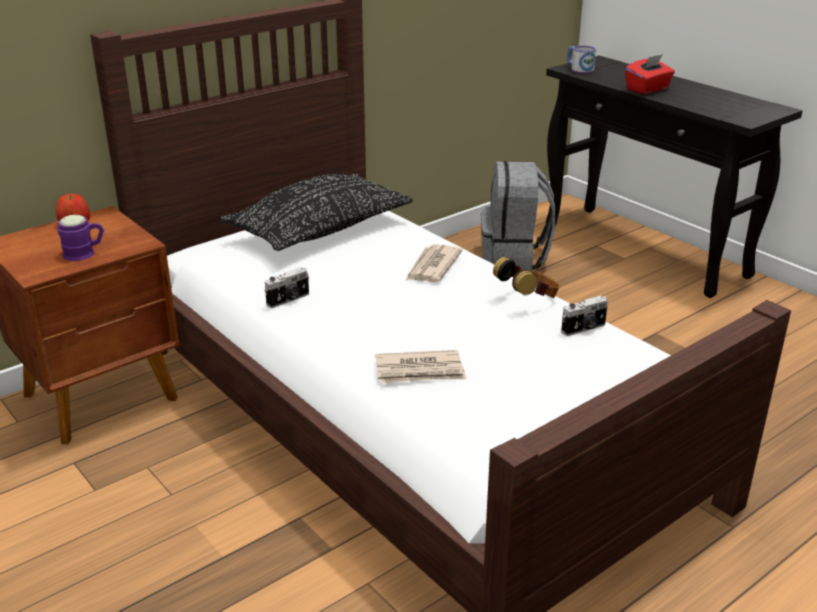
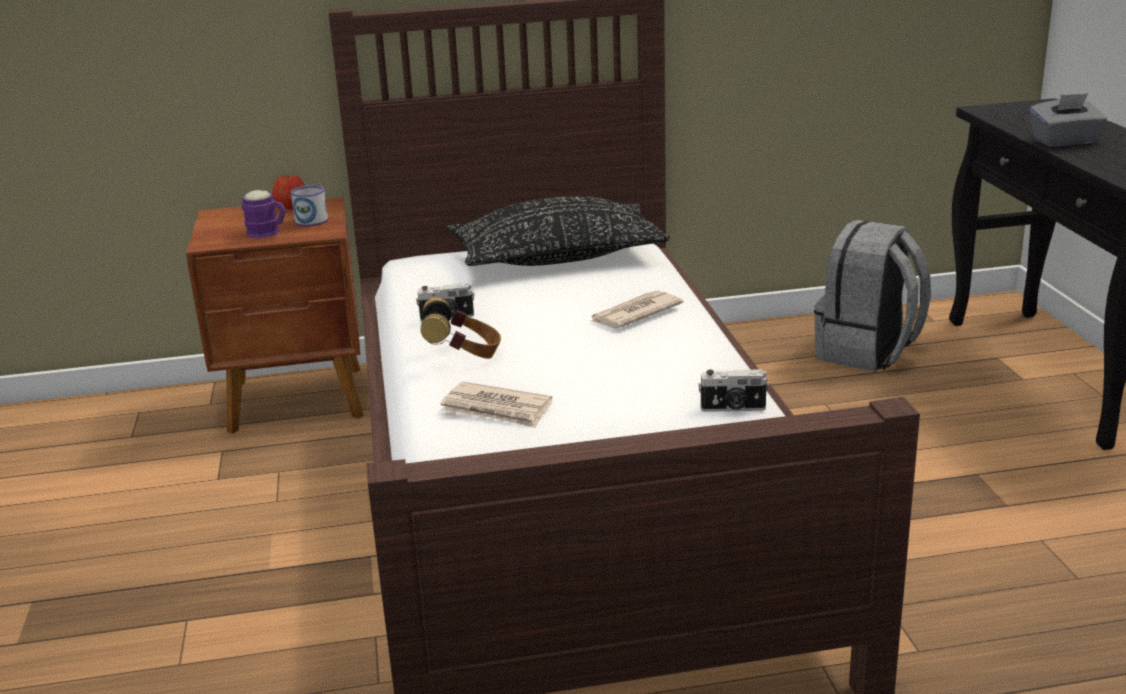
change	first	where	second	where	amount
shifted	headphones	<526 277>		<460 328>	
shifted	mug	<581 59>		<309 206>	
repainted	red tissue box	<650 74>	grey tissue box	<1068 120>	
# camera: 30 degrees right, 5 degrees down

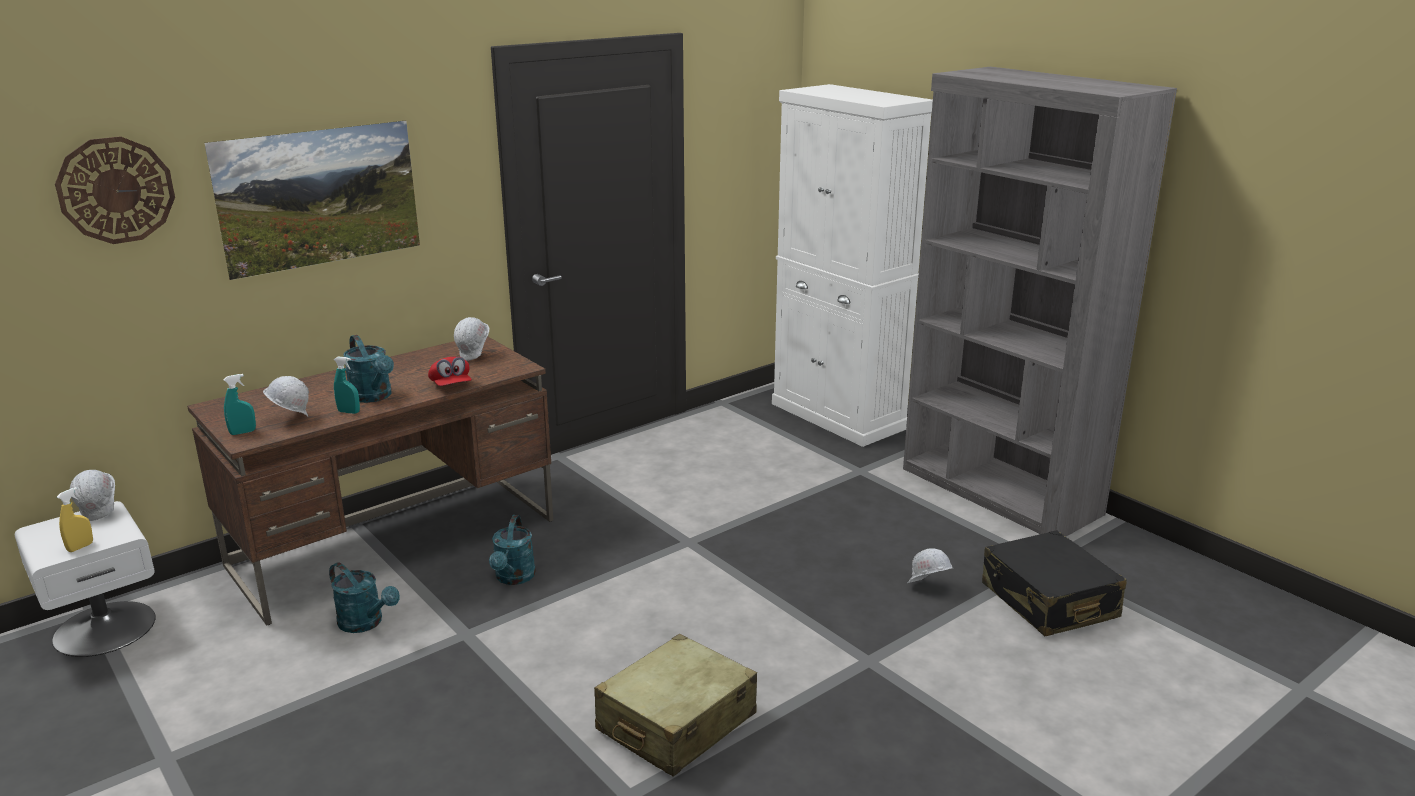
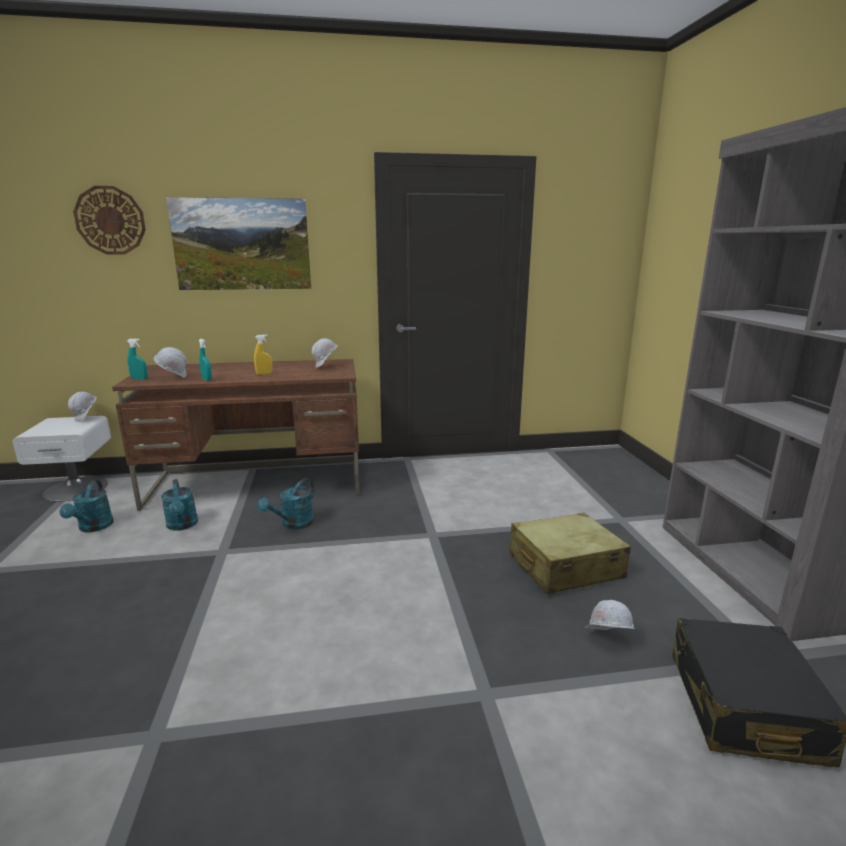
change	first	where	second	where	amount
gone	red cap	<450 371>			
gone	white cabinet	<852 265>			
shifted	yellow spray bottle	<75 519>		<263 354>	
shifted	turquoise watering can	<368 369>		<86 506>	
shifted	beige suitcase	<675 705>		<570 553>	
# camera: 30 degrees right, 5 degrees down

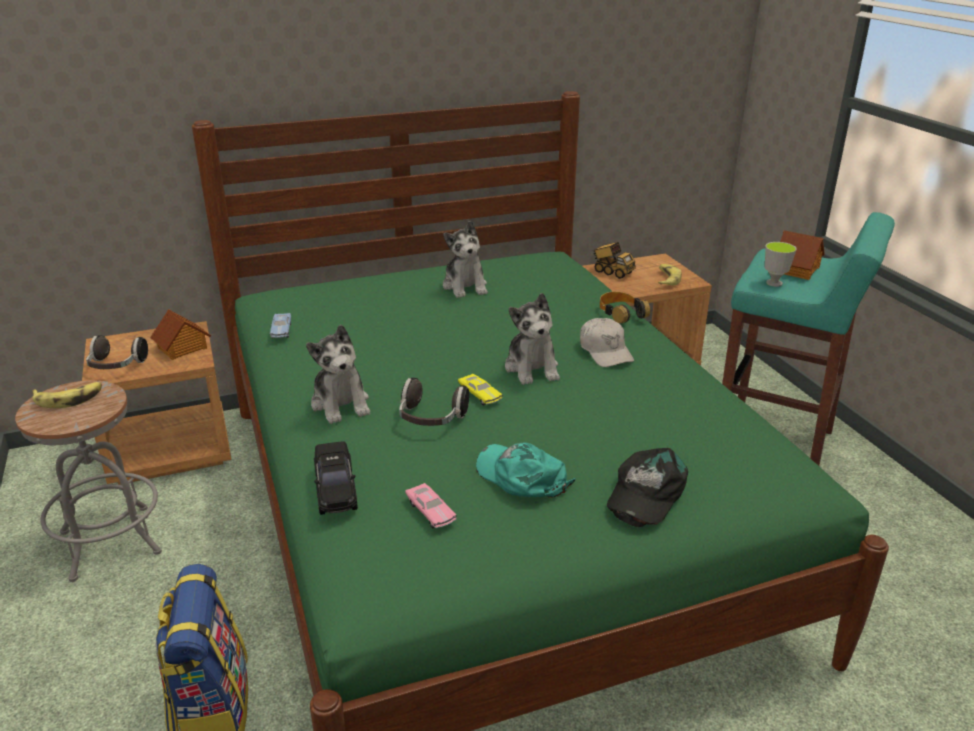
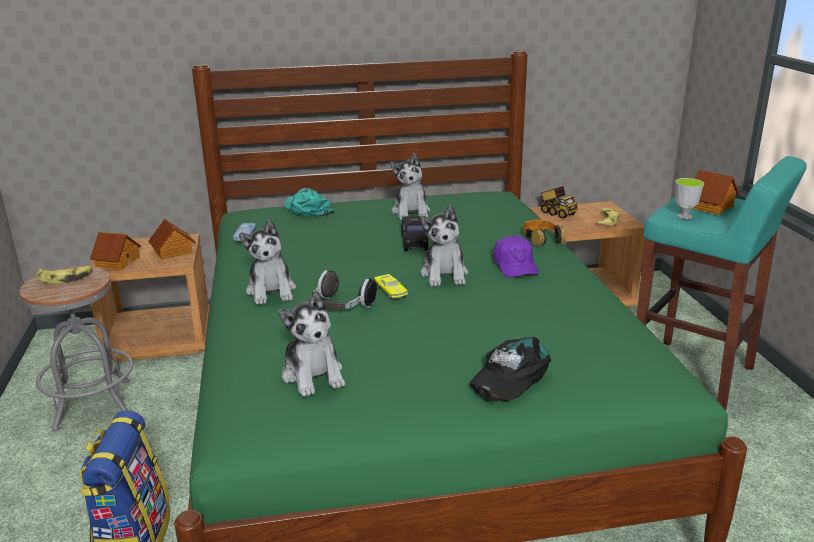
change	first	where	second	where	amount
shifted	black toy car	<336 478>		<414 233>	
shifted	turquoise cap	<526 470>		<309 202>	
swapped	headphones	<117 352>	toy house	<115 251>	
swapped	pink toy car	<430 505>	plush toy	<311 343>	
repainted	white cap	<607 342>	purple cap	<516 256>	
# camera: 10 degrees right, 5 degrees down

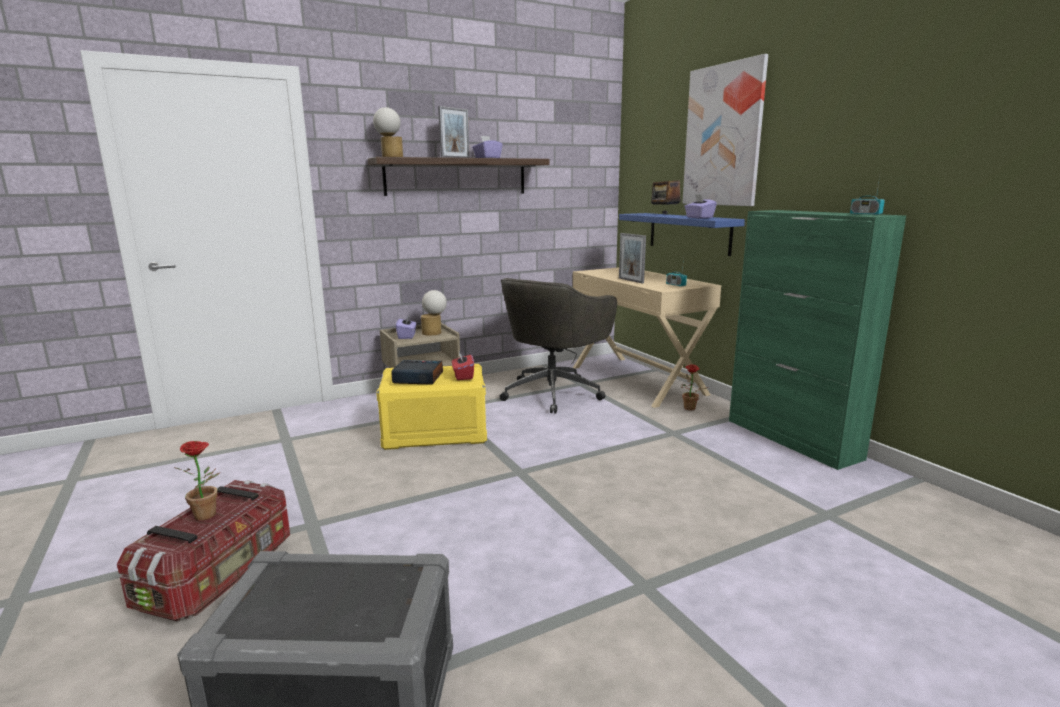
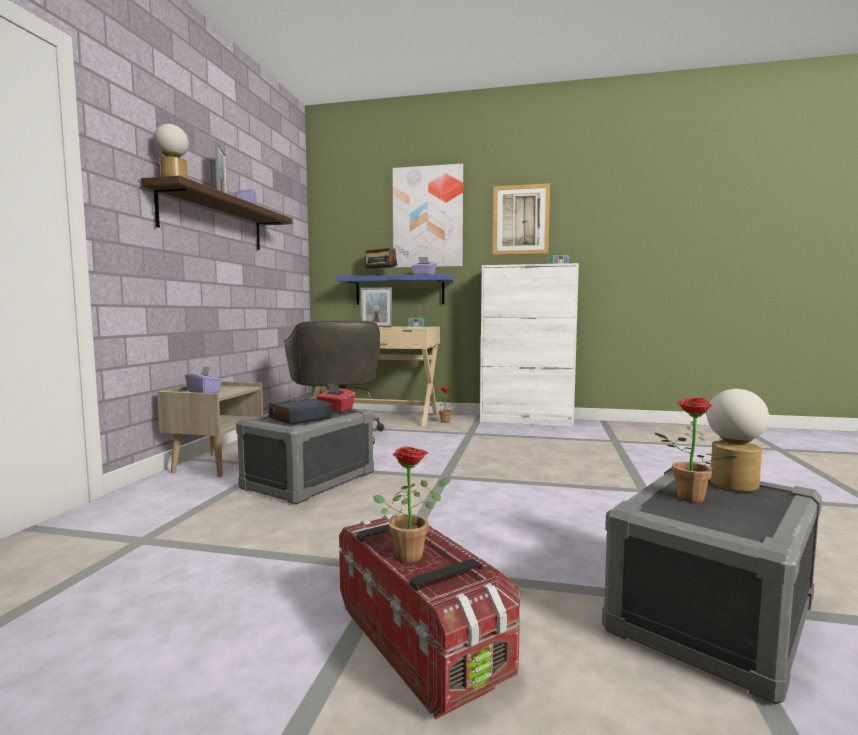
change	first	where	second	where	amount
new			picture	<521 219>	
new			potted plant	<696 450>	
shifted	table lamp	<434 313>		<738 440>	
repainted	yellow storage box	<431 407>	grey storage box	<305 456>	
repainted	green cabinet	<817 340>	white cabinet	<529 344>	
# camera: 50 degrees left, 10 degrees down

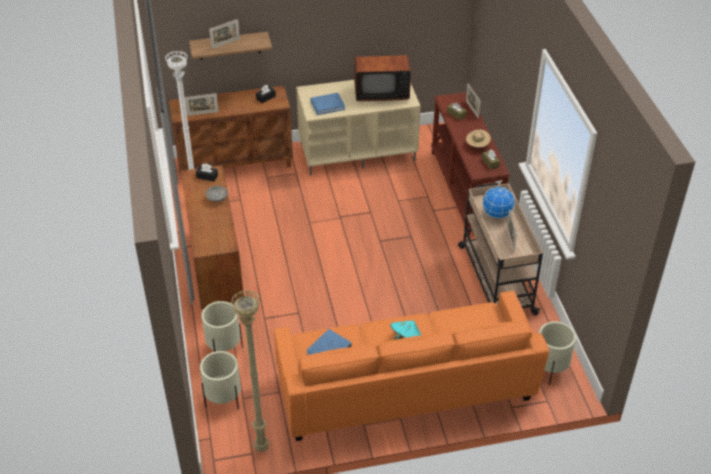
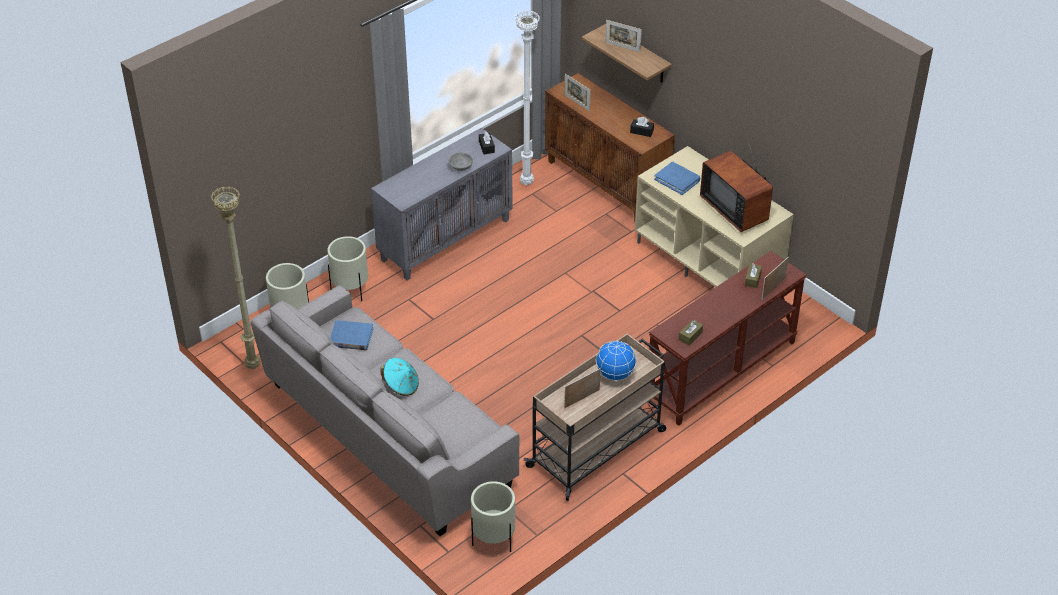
change	first	where	second	where	amount
gone	beige hat	<478 138>			
repainted	brown cabinet	<212 237>	grey cabinet	<442 204>	
repainted	orange sofa	<411 365>	grey sofa	<384 410>	
# camera: 60 degrees right, 0 degrees up

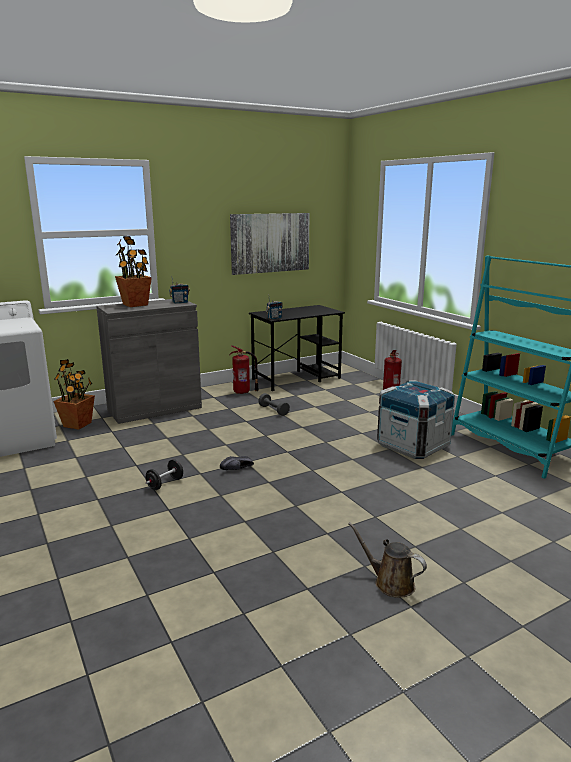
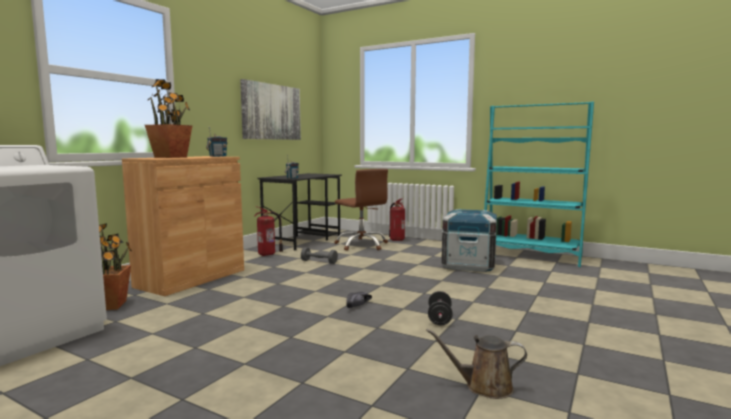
change	first	where	second	where	amount
new			brown office chair	<361 210>	
shifted	black dumbbell	<164 474>		<440 308>	
shifted	brown watering can	<387 560>		<476 364>	
repainted	grey cabinet	<149 361>	brown cabinet	<183 226>	
# camera: 30 degrees left, 10 degrees down

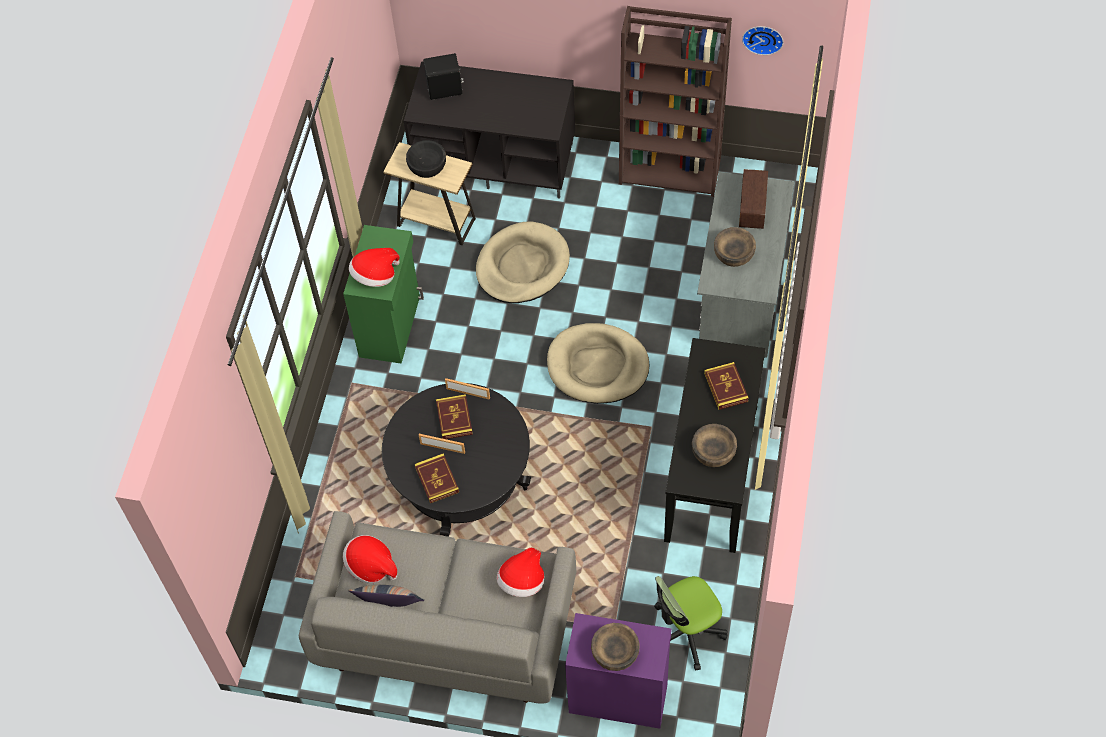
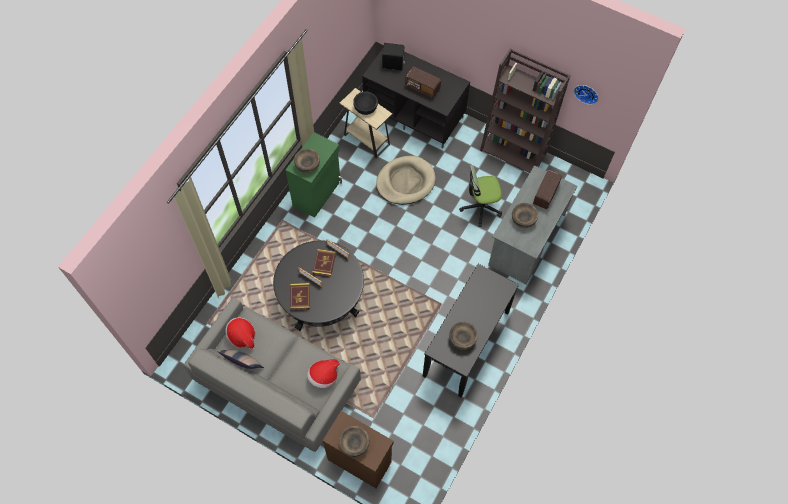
change	first	where	second	where	amount
gone	beige dog bed	<598 363>			
gone	book	<726 386>			
new			radio	<423 82>	
shifted	office chair	<691 623>		<480 196>	
swapped	hat	<374 267>	brown bowl	<307 160>	
repainted	purple cabinet	<618 671>	brown cabinet	<358 449>	
# camera: 15 degrees right, 5 degrees up

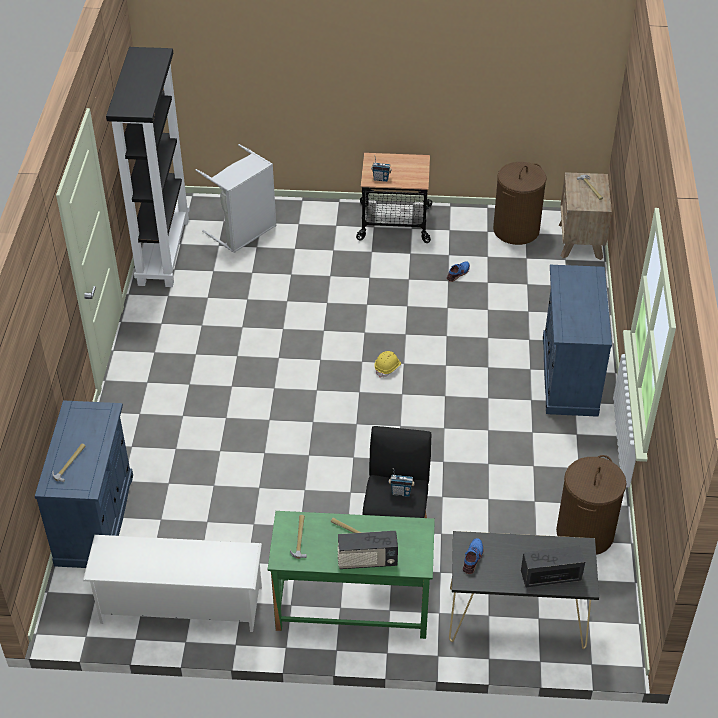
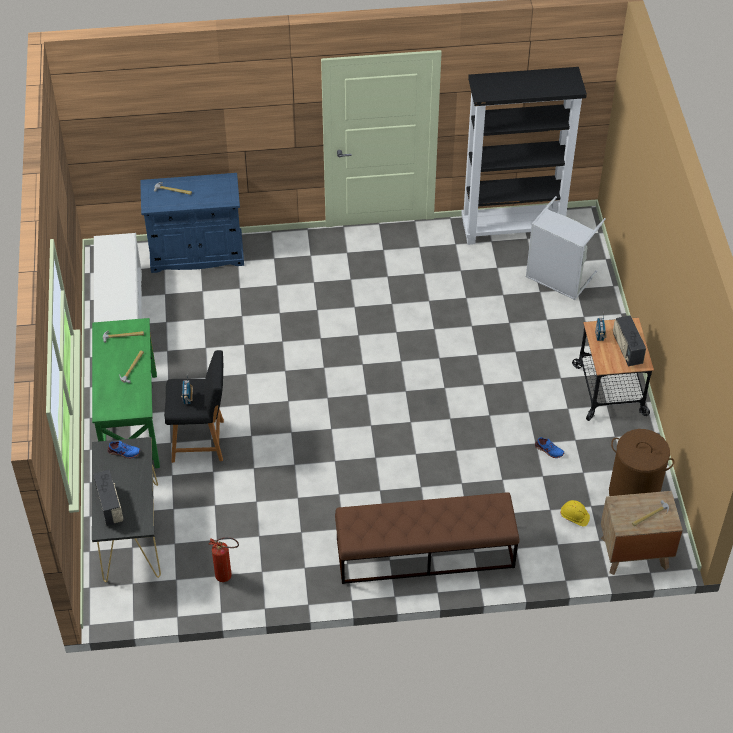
change	first	where	second	where	amount
shifted	radio	<368 550>		<629 340>	
shifted	yellow hard hat	<387 364>		<575 513>	
swapped	blue cabinet	<577 341>	brown bench	<427 538>	
swapped	brown laundry basket	<591 505>	fire extinguisher	<223 559>	
# camera: 80 degrees right, 5 degrees up

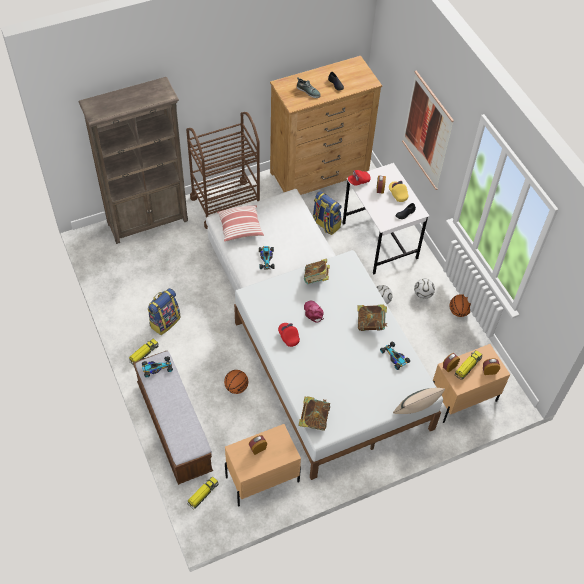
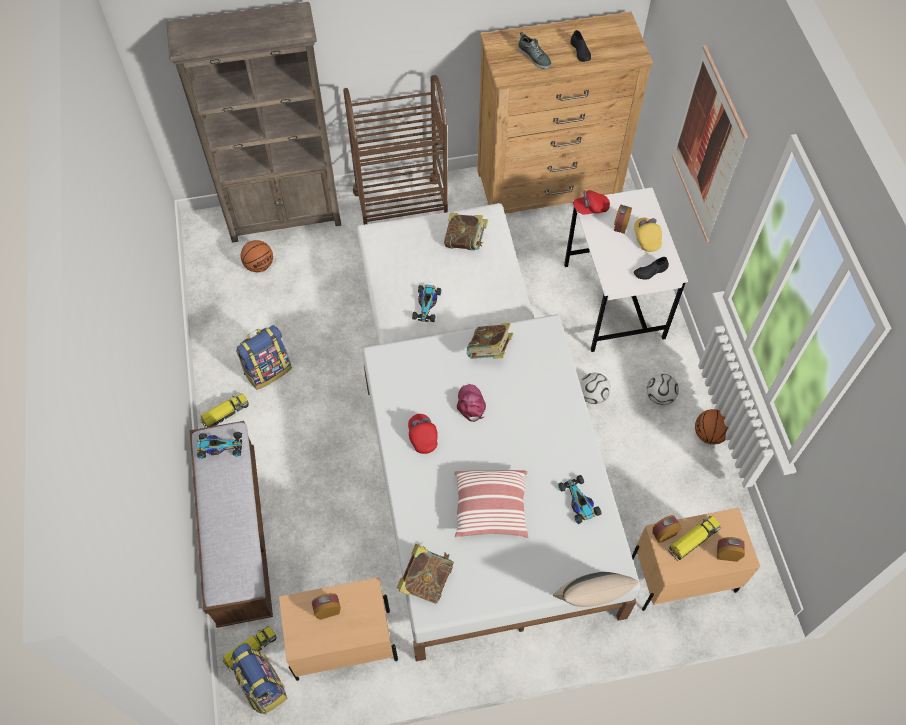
change	first	where	second	where	amount
shifted	pillow	<240 223>		<491 504>	
shifted	basketball	<236 382>		<257 256>	
shifted	backpack	<327 213>		<259 678>	
shifted	book	<372 317>		<466 231>	
# camera: 15 degrees right, 5 degrees up

